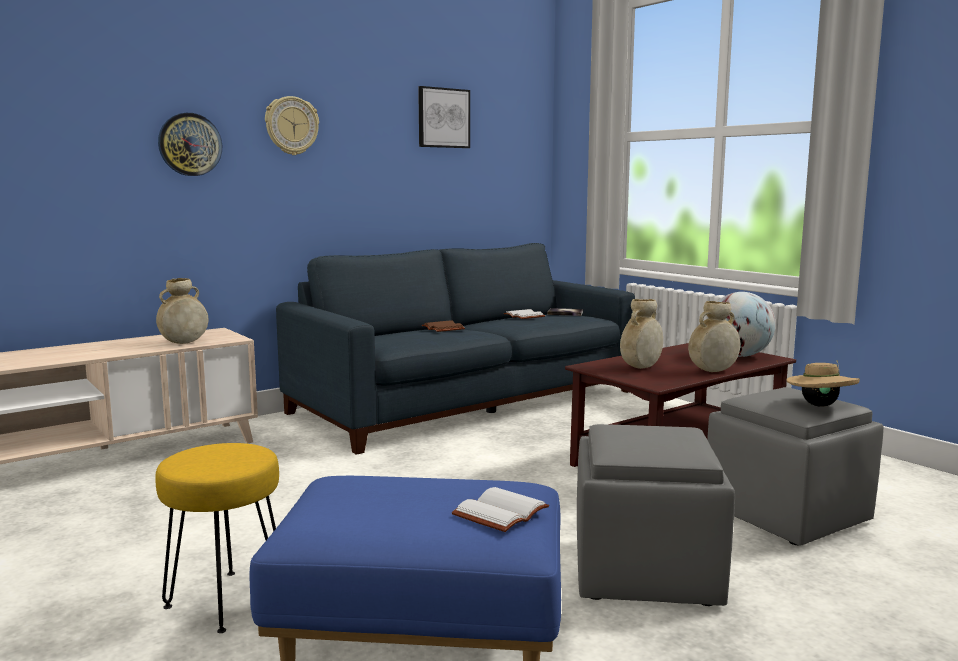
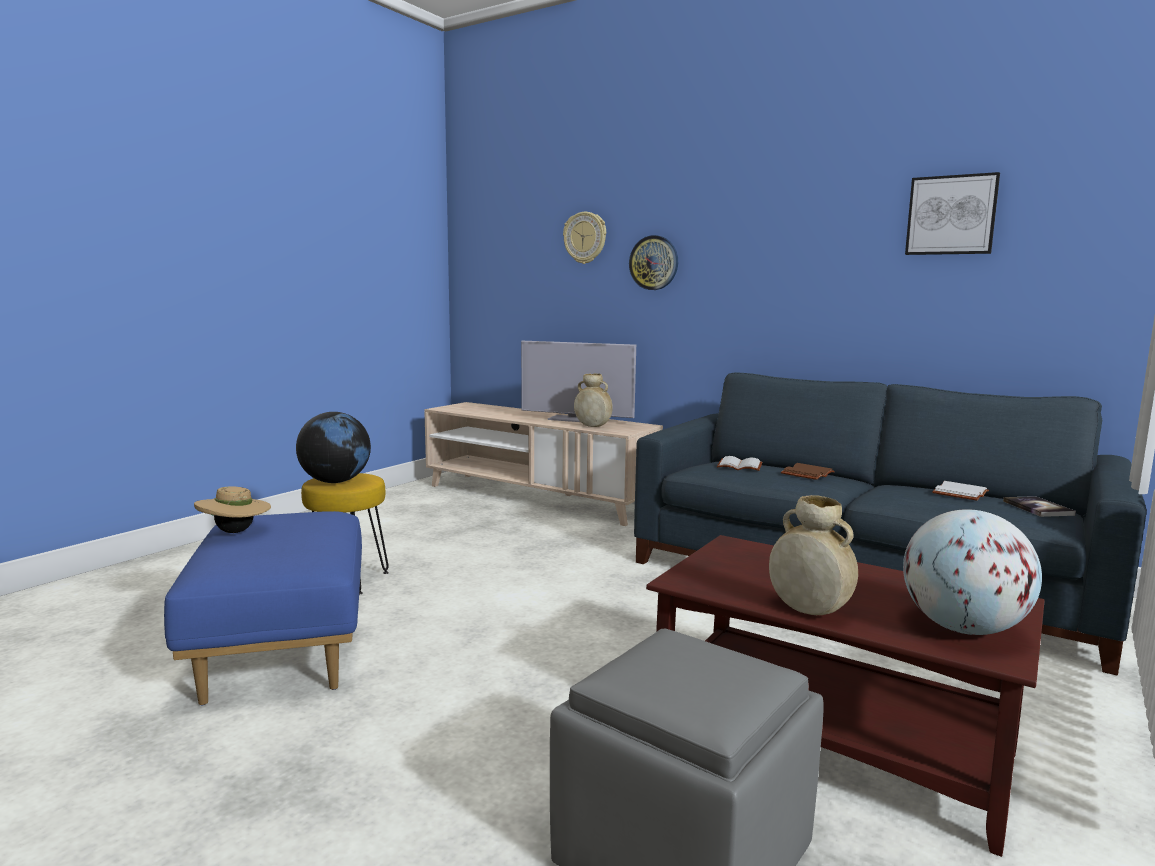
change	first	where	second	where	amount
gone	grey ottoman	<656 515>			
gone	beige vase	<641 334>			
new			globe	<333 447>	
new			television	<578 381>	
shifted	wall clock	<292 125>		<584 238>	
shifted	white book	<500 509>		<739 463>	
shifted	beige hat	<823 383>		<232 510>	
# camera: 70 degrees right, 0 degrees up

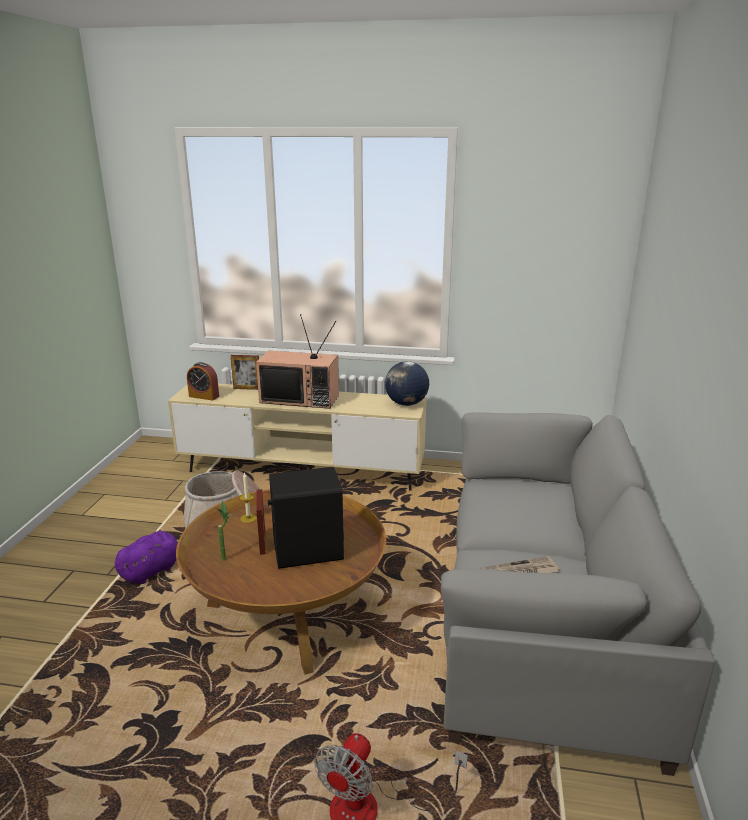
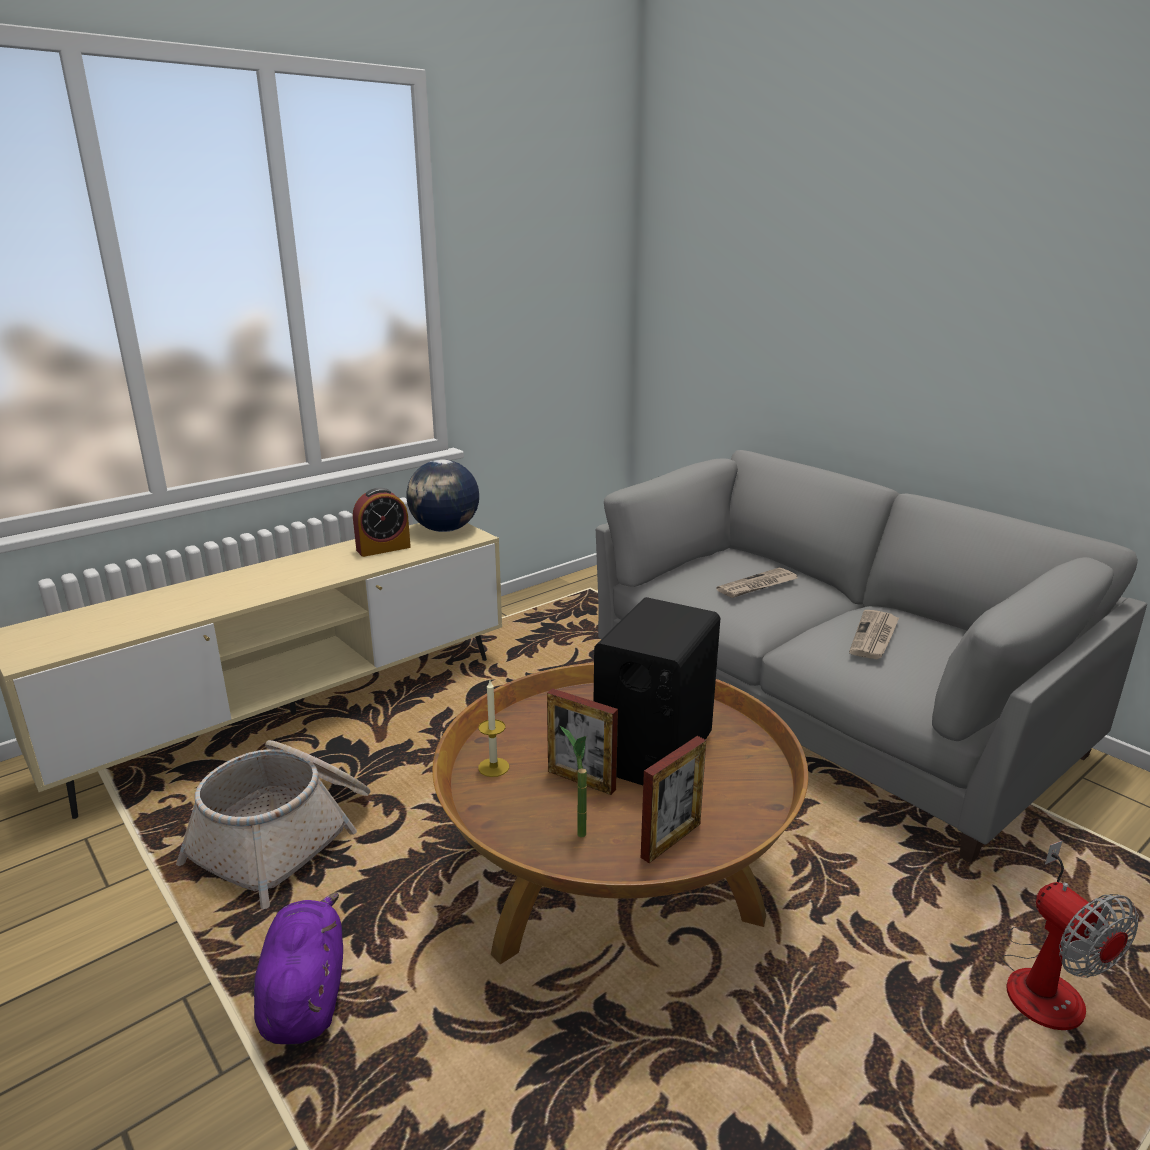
change	first	where	second	where	amount
gone	television	<297 361>			
new			newspaper	<757 582>	
shifted	alarm clock	<203 381>		<382 522>	
shifted	picture frame	<245 372>		<673 799>	
# camera: 50 degrees left, 0 degrees up

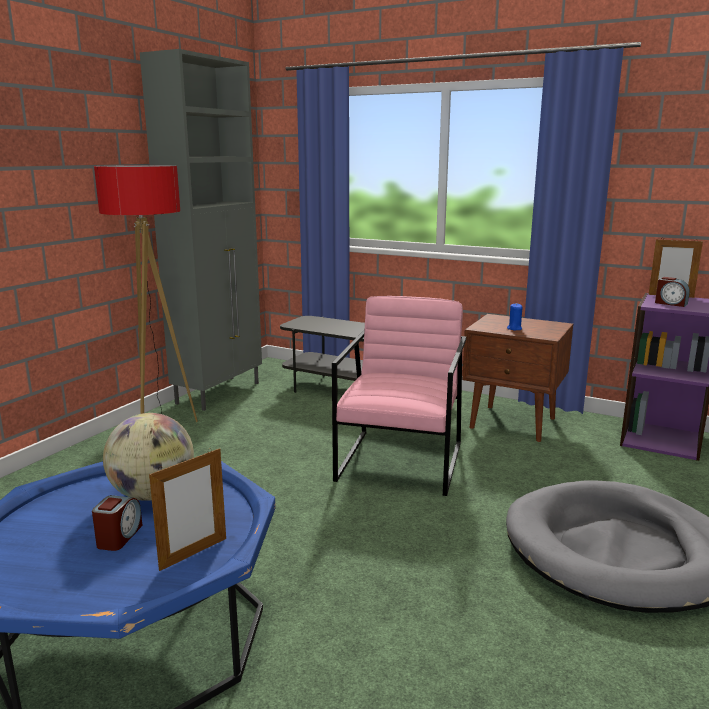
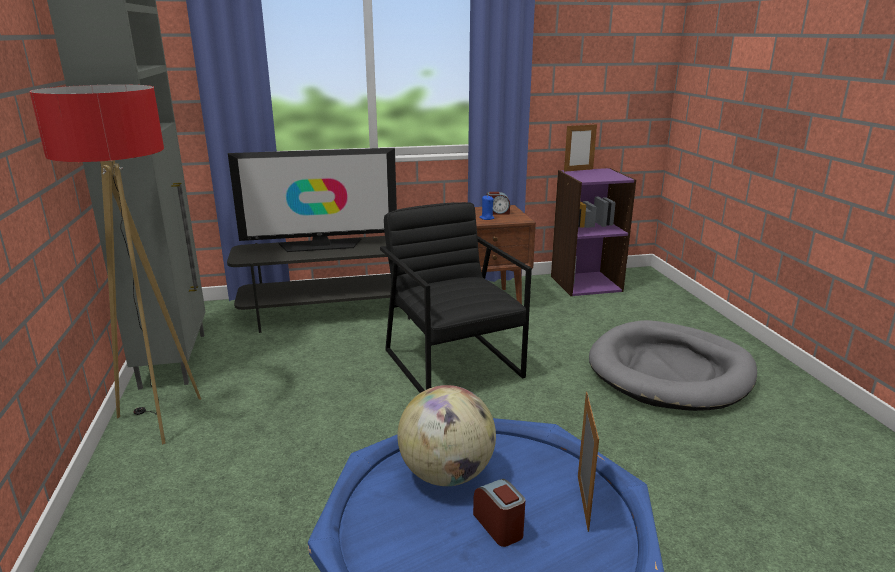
change	first	where	second	where	amount
new			television	<312 200>	
shifted	alarm clock	<672 292>		<498 203>	
repainted	pink armchair	<399 396>	black armchair	<456 297>	
# camera: 40 degrees left, 5 degrees up

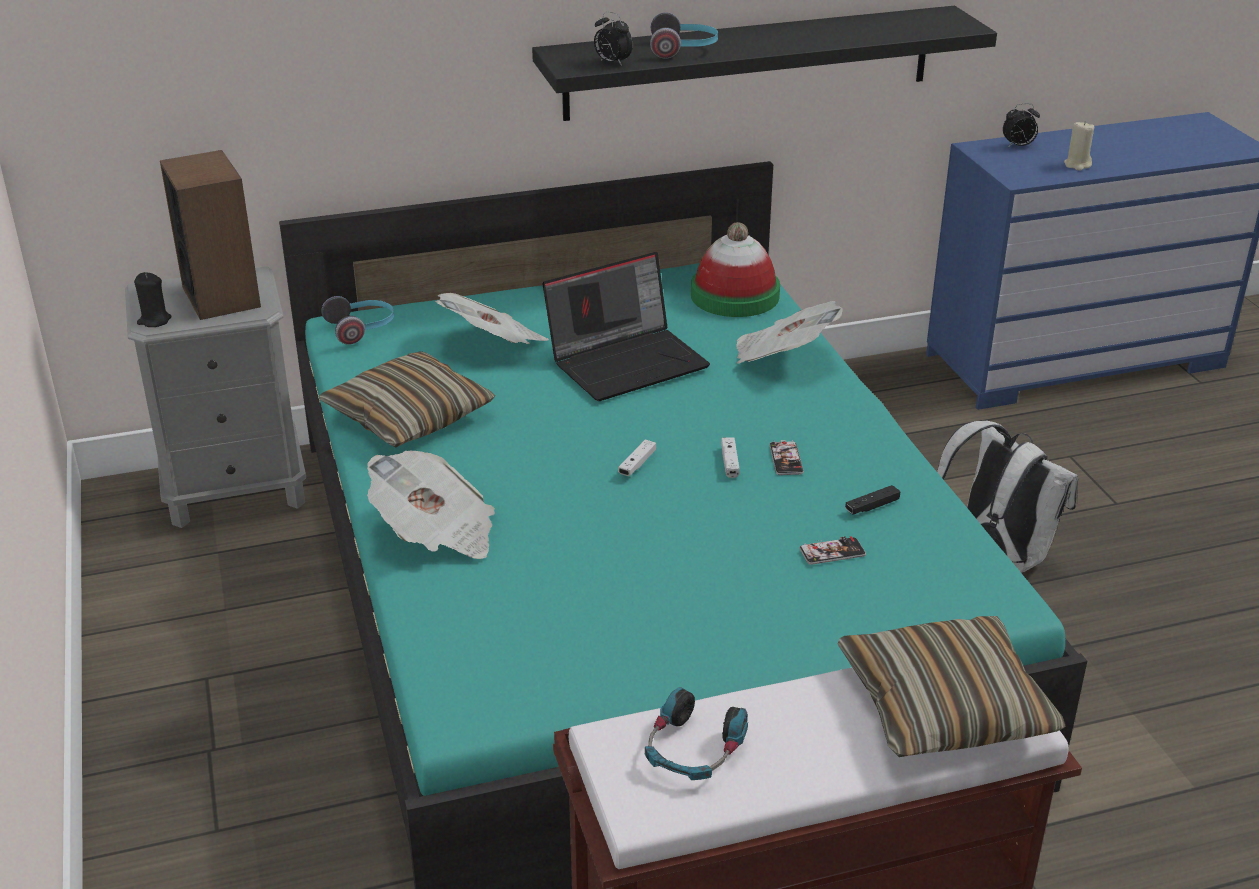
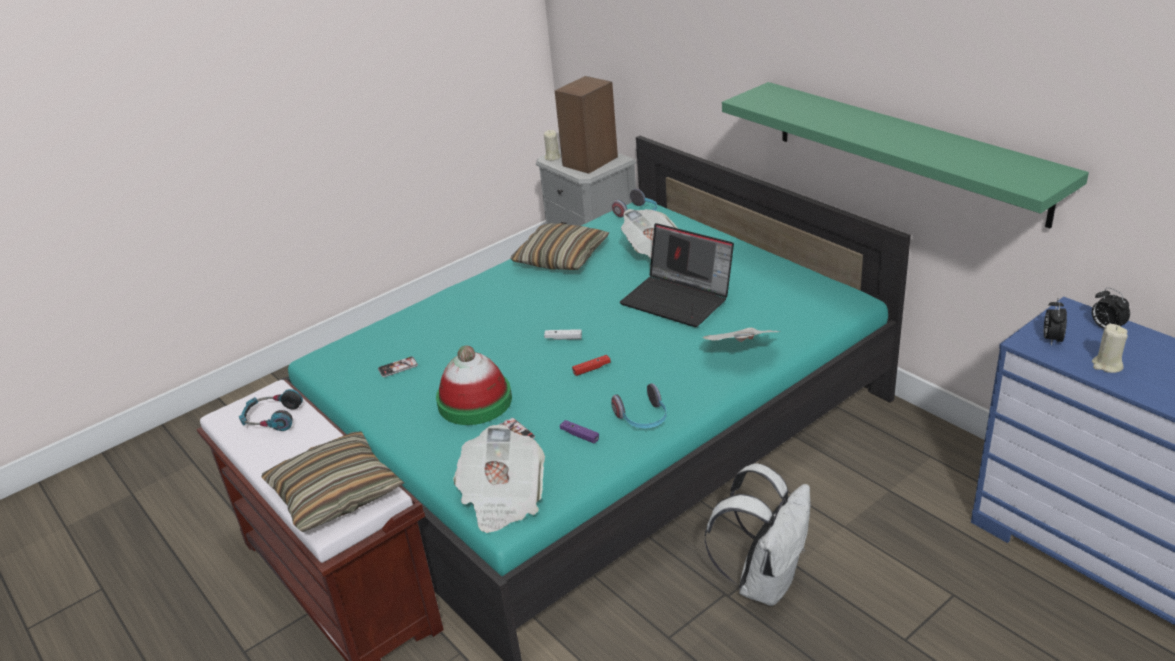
change	first	where	second	where	amount
shifted	newspaper	<431 505>		<499 478>	
shifted	alarm clock	<613 39>		<1055 322>	
shifted	headphones	<684 35>		<639 405>	
shifted	hat	<735 269>		<474 385>	
shifted	phone	<786 457>		<398 366>	
repainted	black candle	<152 299>	beige candle	<552 145>	
repainted	black shelf	<764 63>	green shelf	<905 155>	
repainted	white game controller	<730 457>	red game controller	<591 365>	
repainted	black game controller	<872 499>	purple game controller	<579 431>	
# camera: 70 degrees right, 0 degrees up

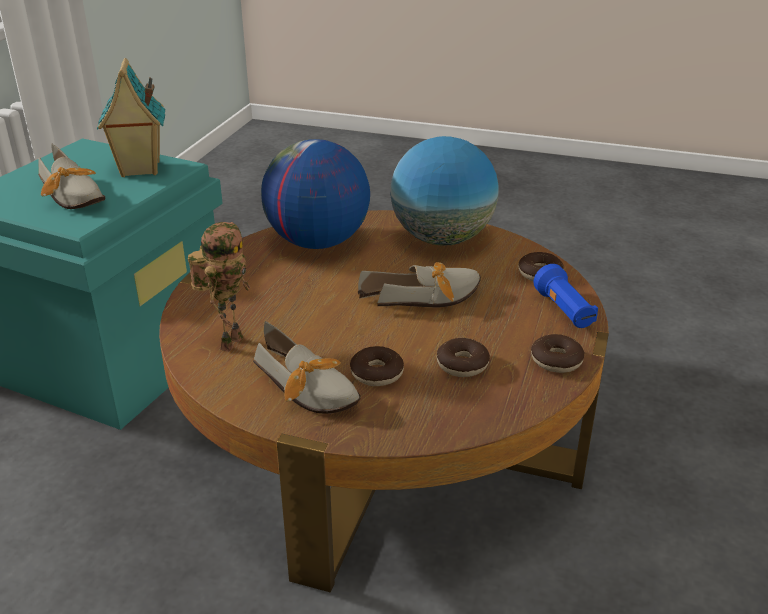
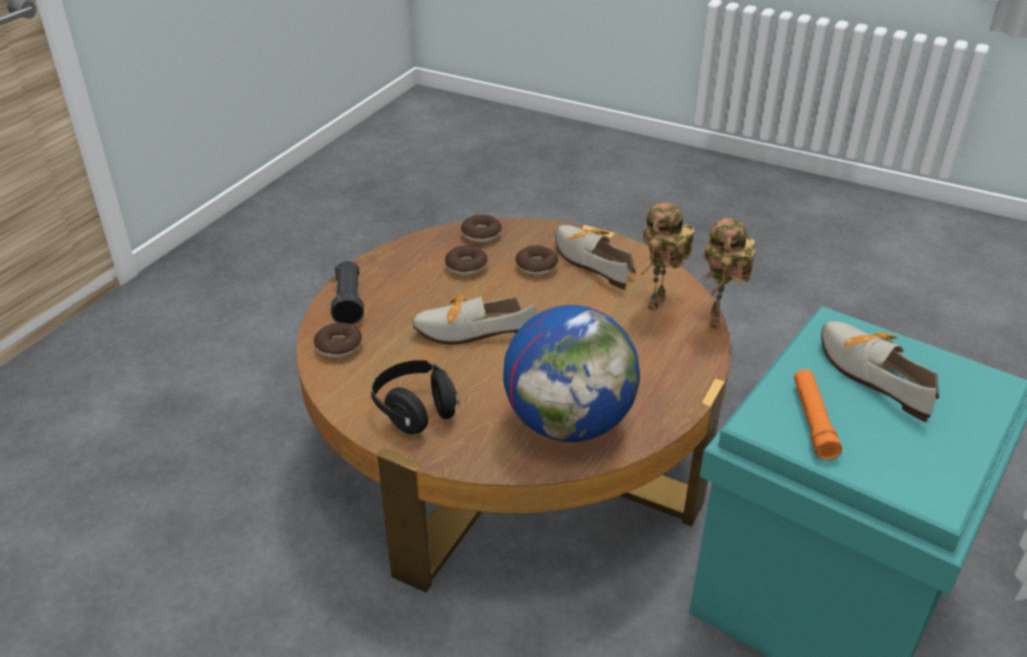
change	first	where	second	where	amount
new			toy robot	<729 273>	
shifted	donut	<558 353>		<481 229>	
swapped	toy house	<131 117>	orange flashlight	<818 414>	
swapped	globe	<444 191>	black headphones	<415 397>	
repainted	blue flashlight	<566 296>	black flashlight	<347 293>	
# camera: 170 degrees left, 5 degrees up

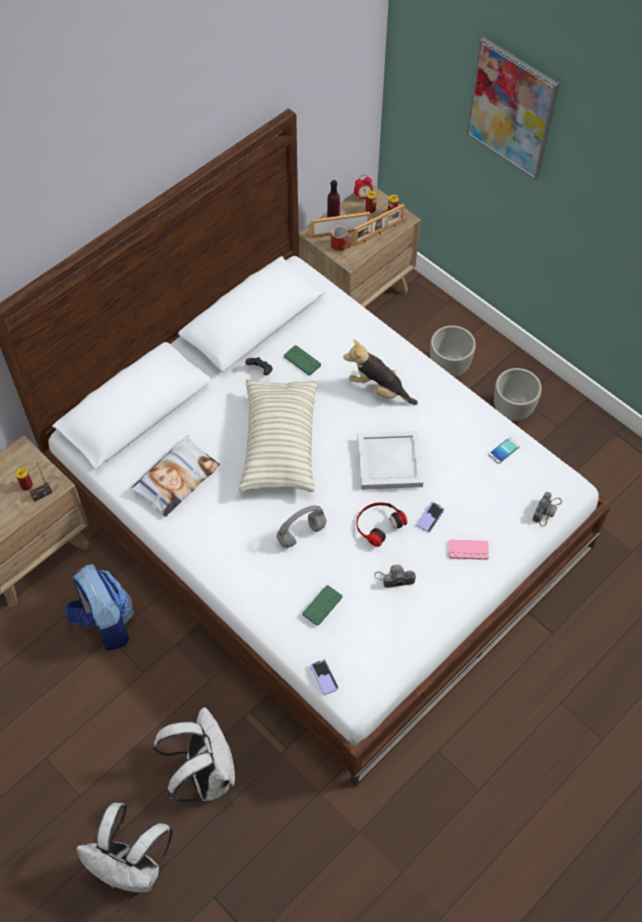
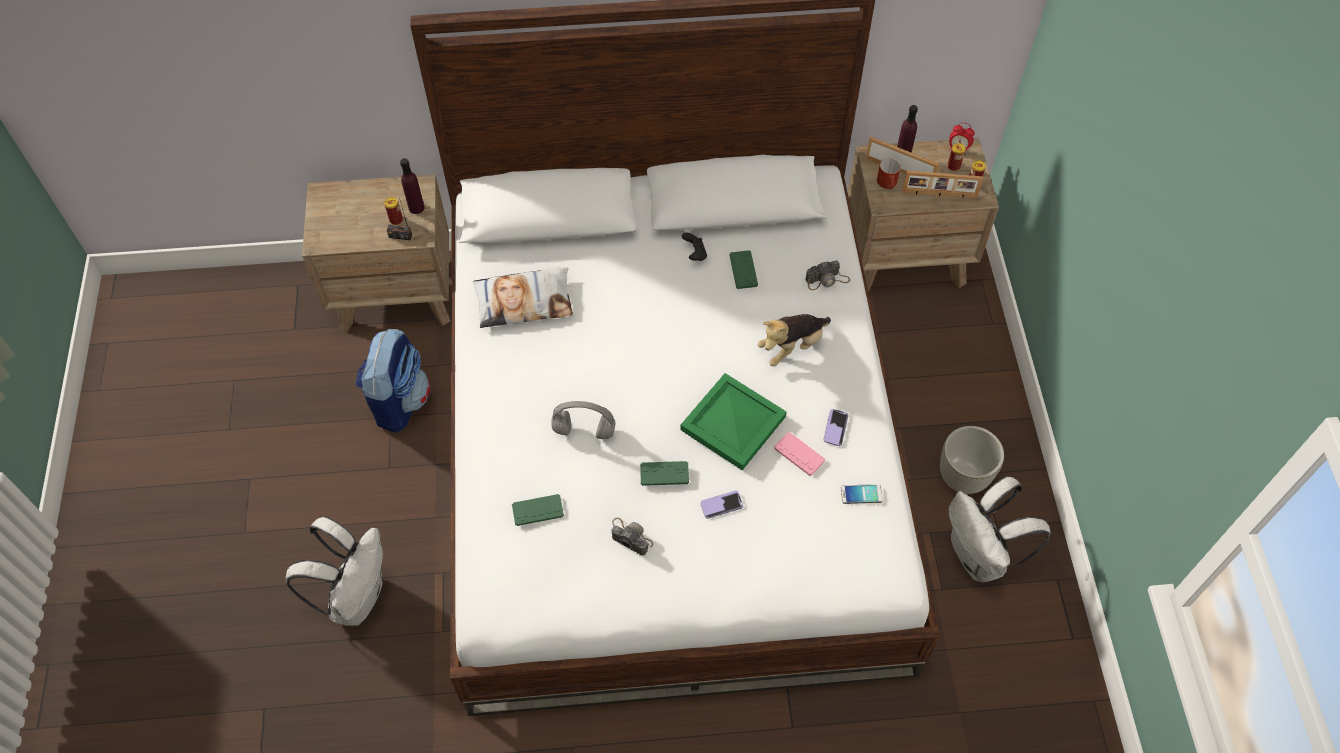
change	first	where	second	where	amount
gone	pillow	<278 436>			
gone	grey planter	<453 351>			
gone	picture	<513 108>			
new			purple bottle	<412 186>	
shifted	white backpack	<124 848>		<999 529>	
shifted	phone	<324 677>		<836 427>	
shifted	pink game controller	<469 550>		<799 454>	
shifted	photo camera	<547 509>		<827 275>	
swapped	headphones	<381 524>	green game controller	<664 473>	
repainted	white tray	<390 460>	green tray	<733 421>	
rotated	plush toy	<380 372>		<794 340>	105 degrees counterclockwise
# camera: 40 degrees right, 0 degrees up

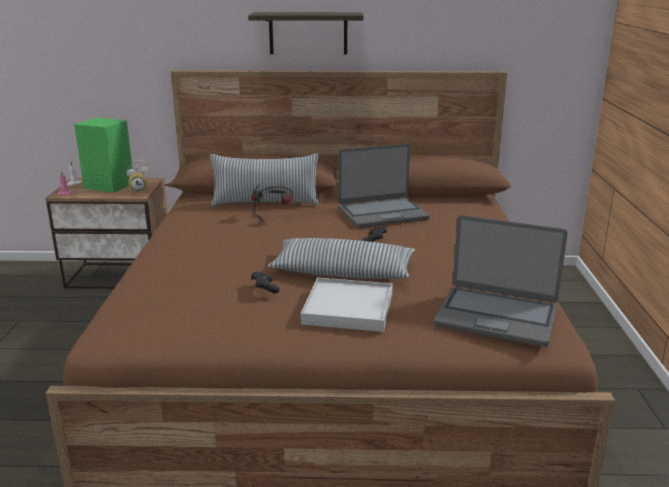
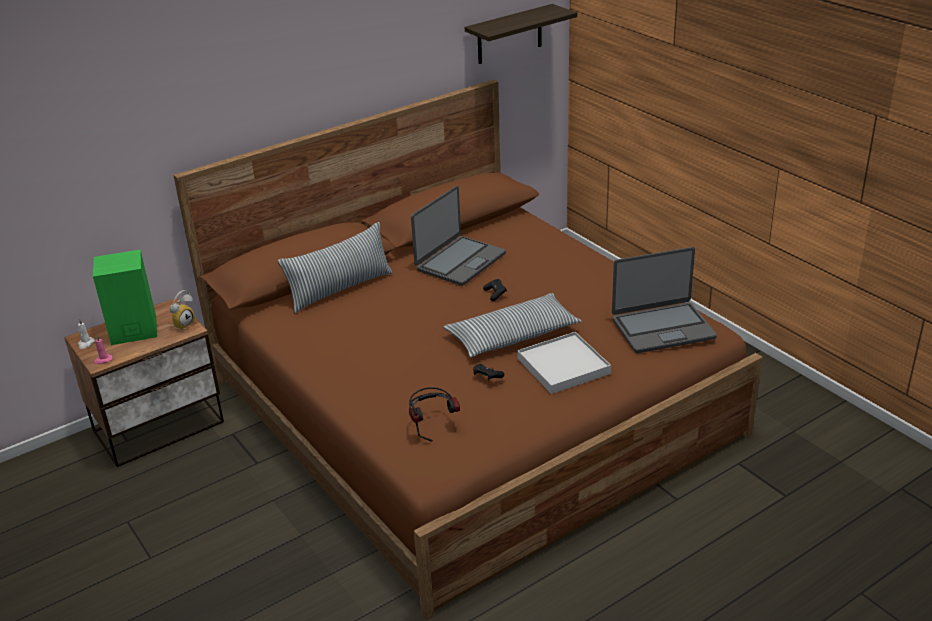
change	first	where	second	where	amount
shifted	shelf	<305 33>		<521 34>	
shifted	headphones	<272 202>		<434 414>	
# camera: 35 degrees left, 10 degrees up

